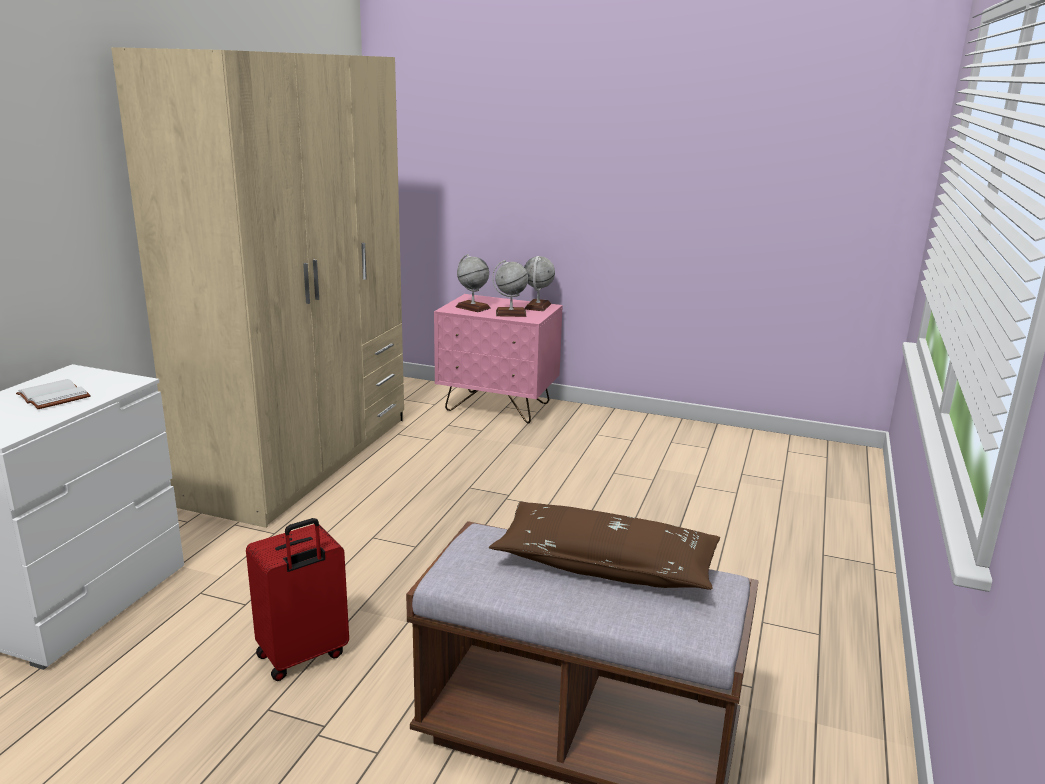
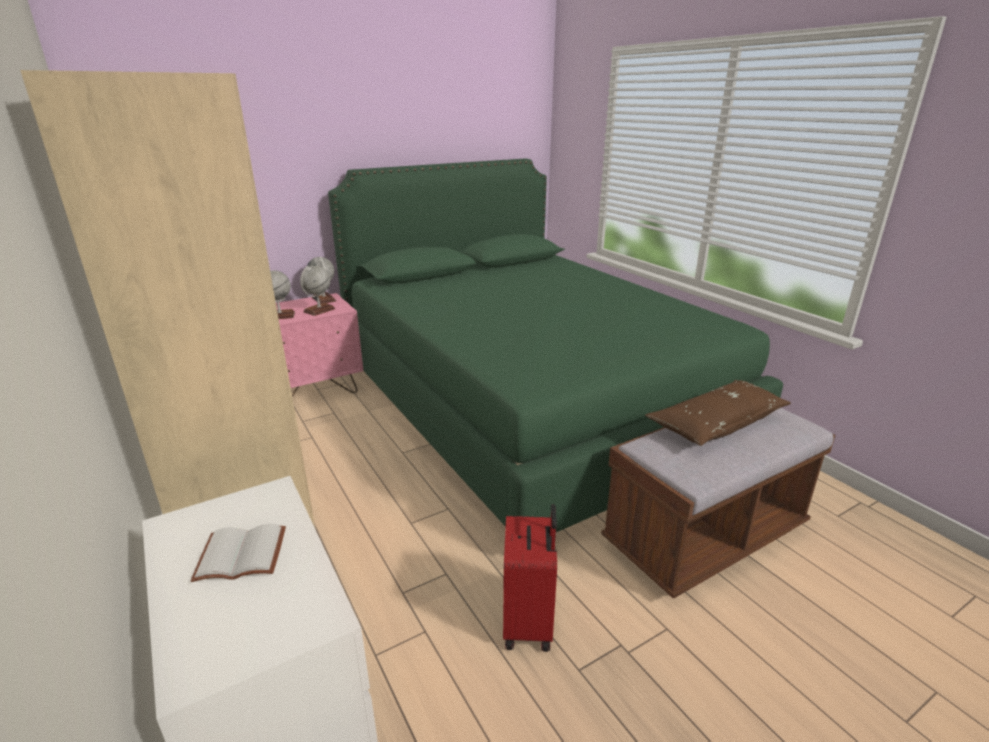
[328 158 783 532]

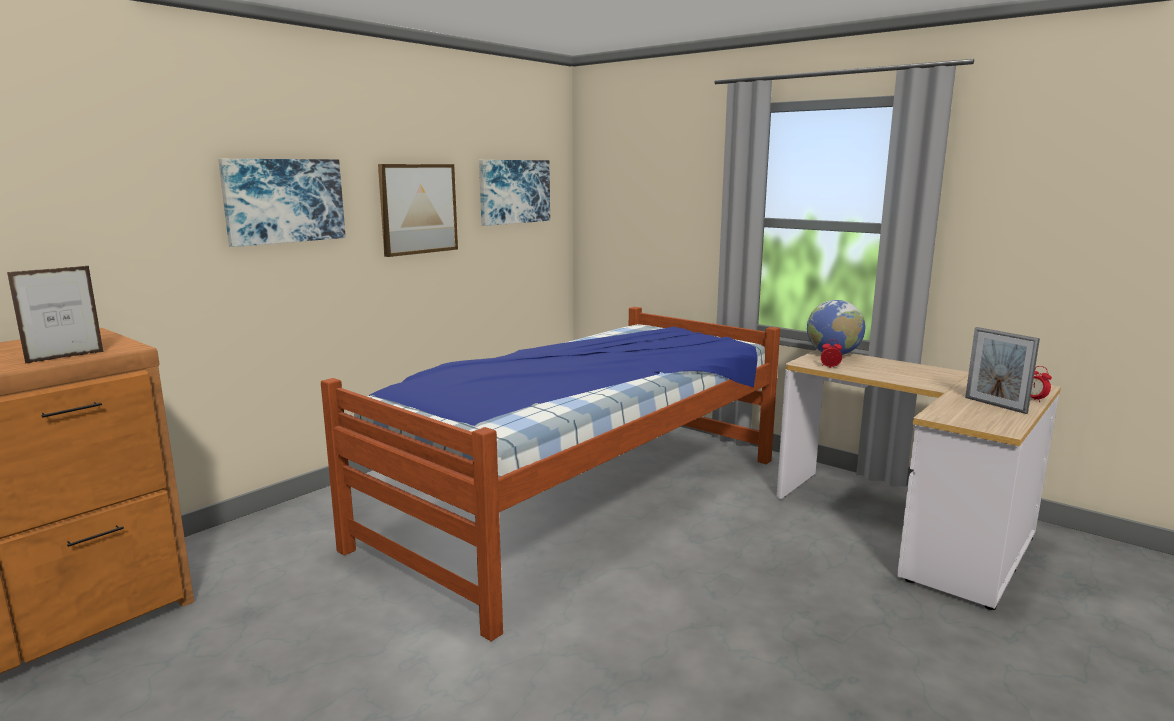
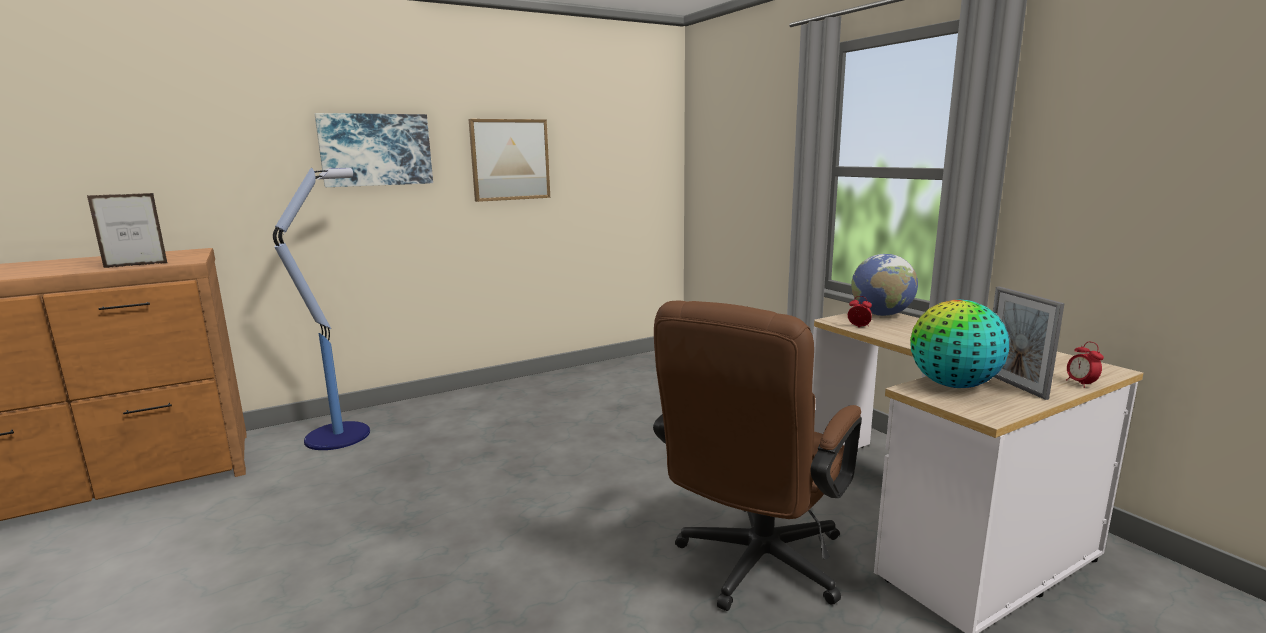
[321 307 780 641] (first image)
[479 160 550 226] (first image)
[273 168 370 450]
[653 300 862 611]
[910 300 1009 388]

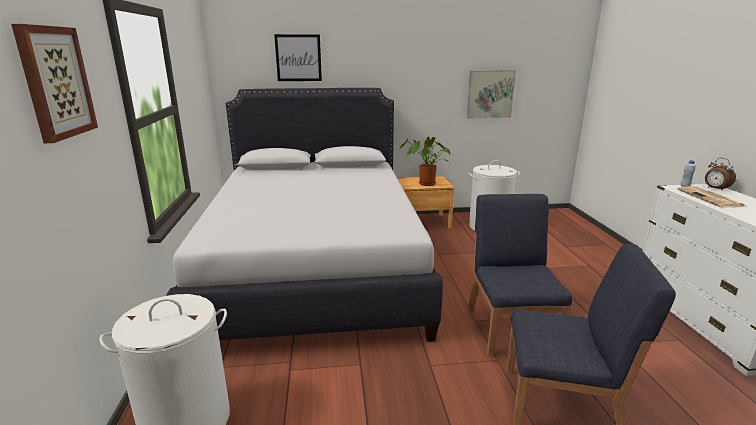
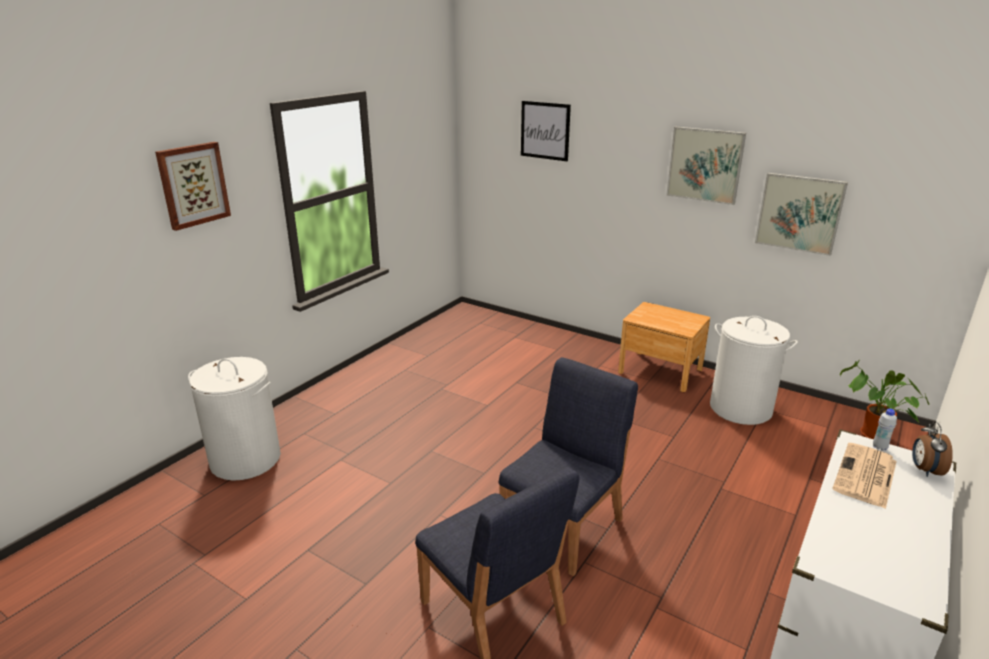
[166 88 443 342] (first image)
[840 361 929 439]
[666 127 746 205]

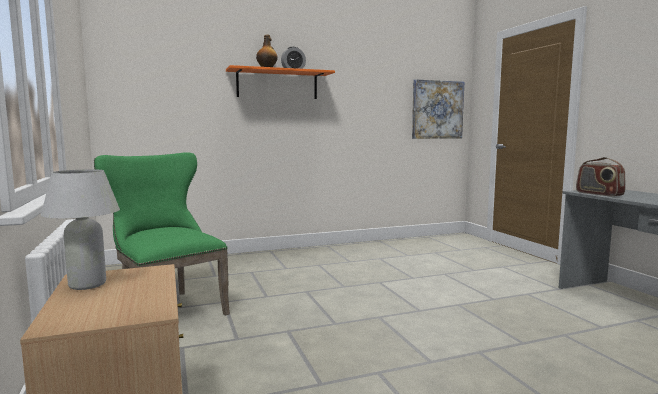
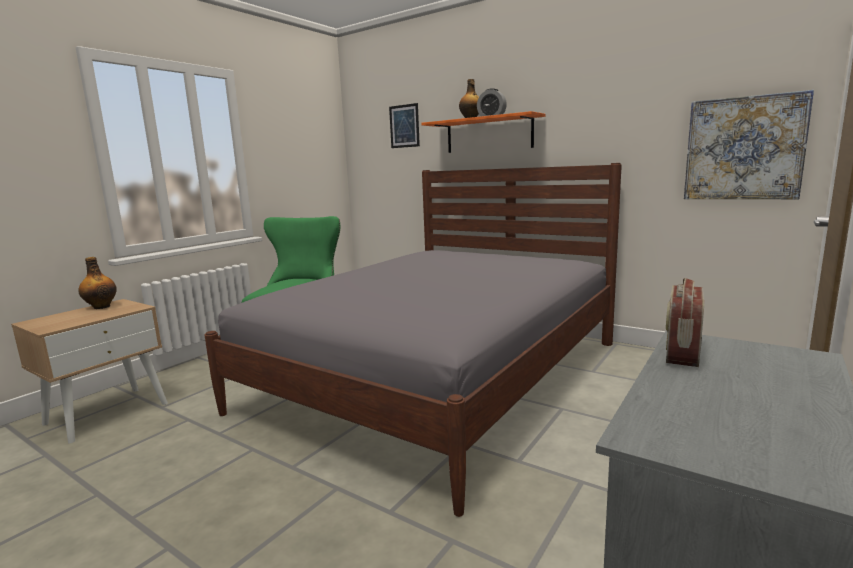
[78 257 117 309]
[205 163 622 517]
[389 103 420 148]

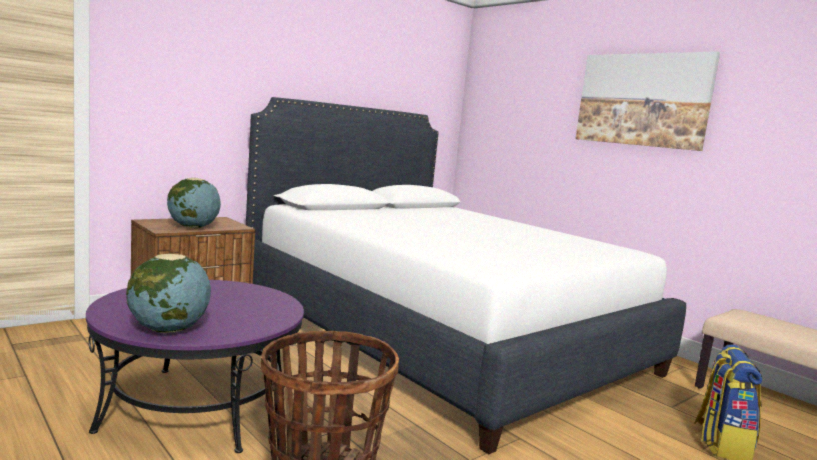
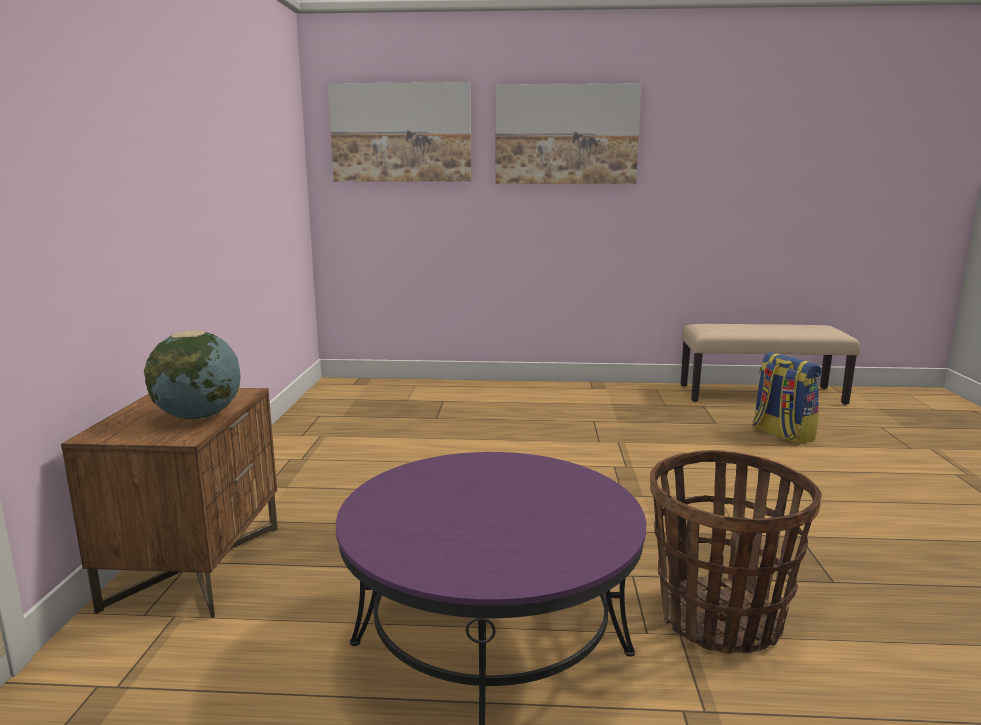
[126 253 211 333] (first image)
[246 97 686 454] (first image)
[328 82 471 182]

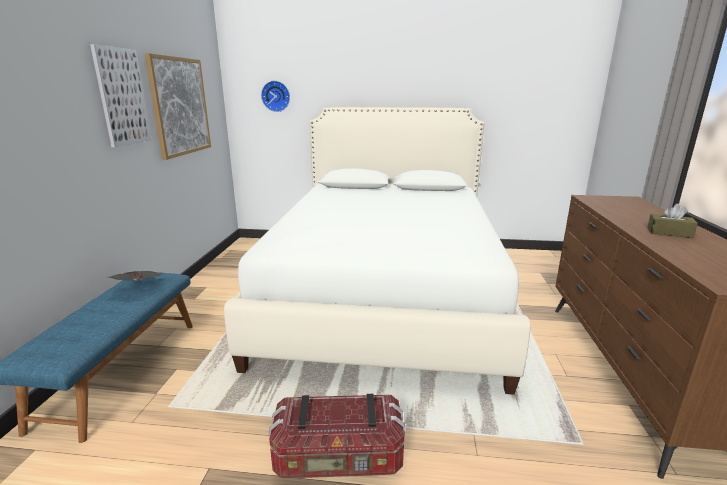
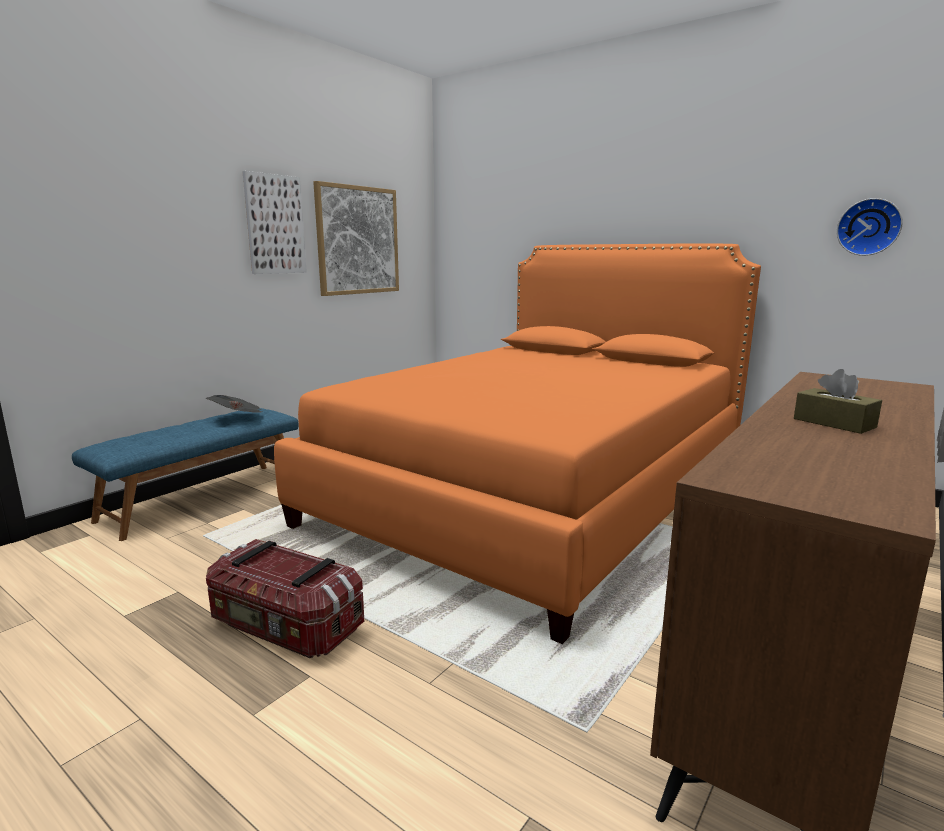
[274 244 761 644]
[837 198 903 256]

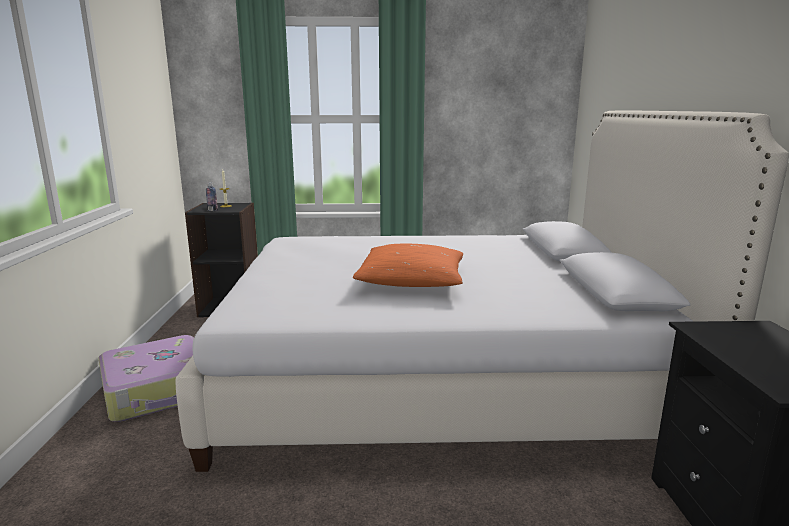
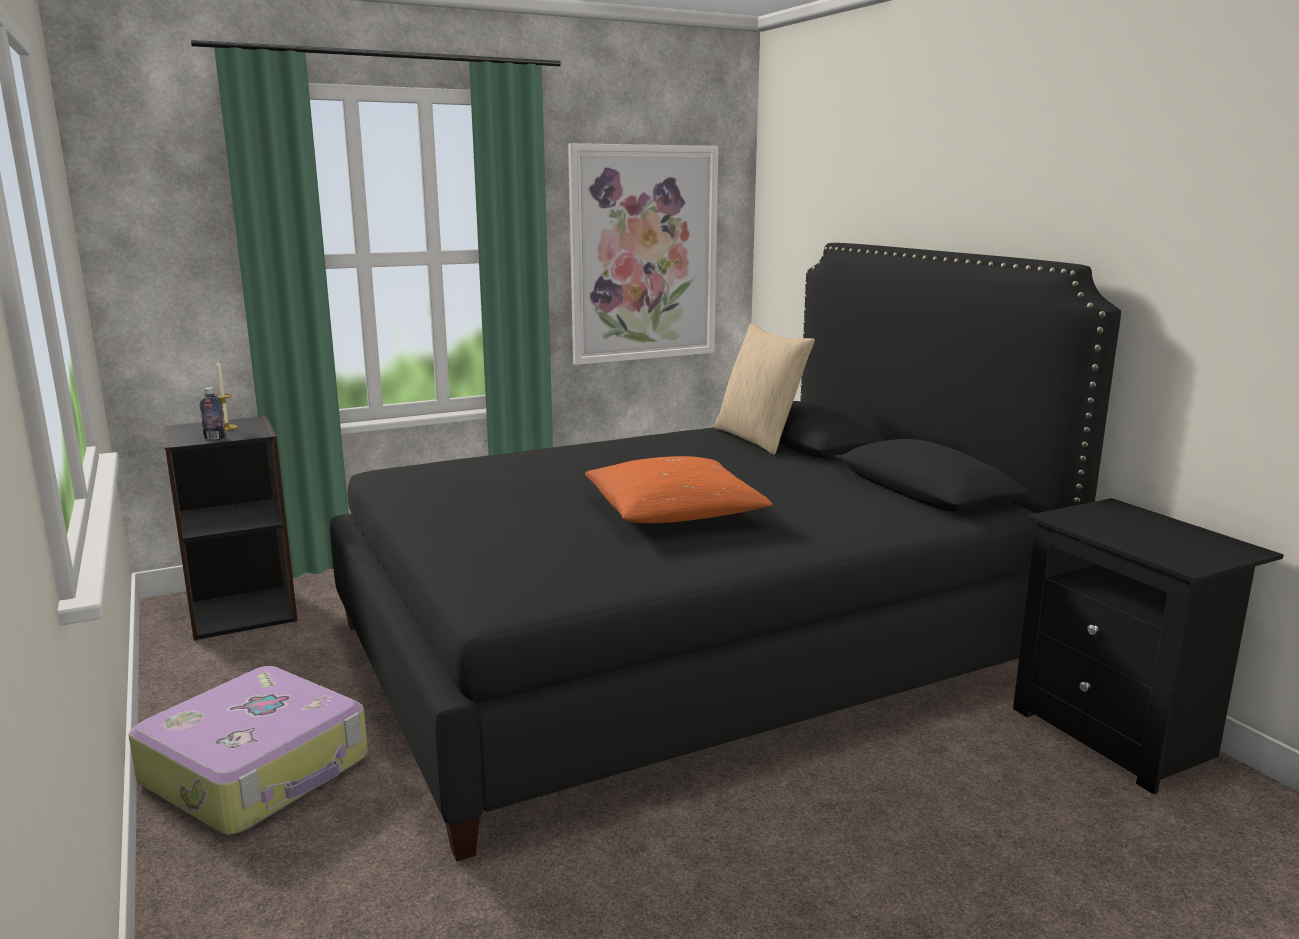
[330 243 1121 862]
[568 143 718 365]
[714 323 815 455]

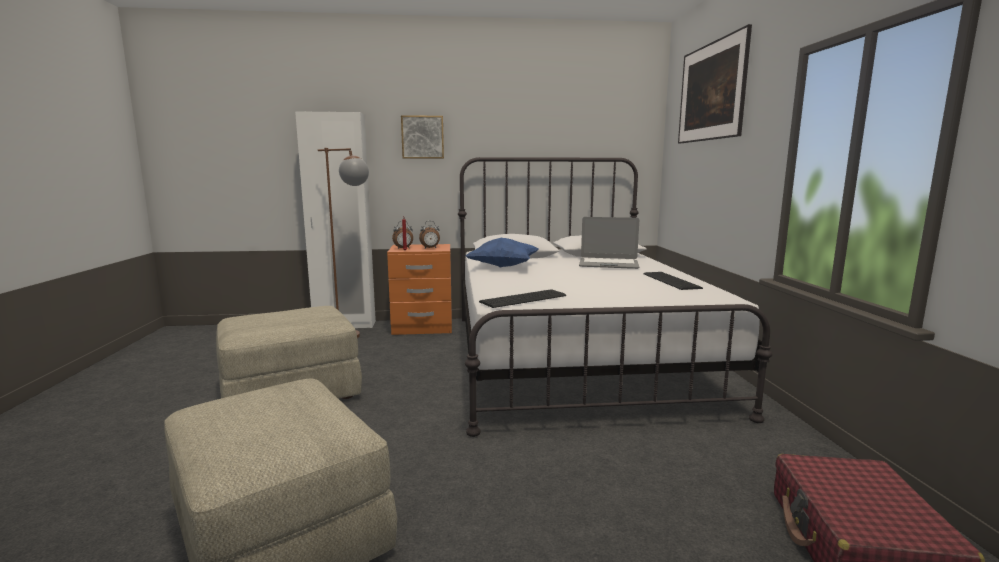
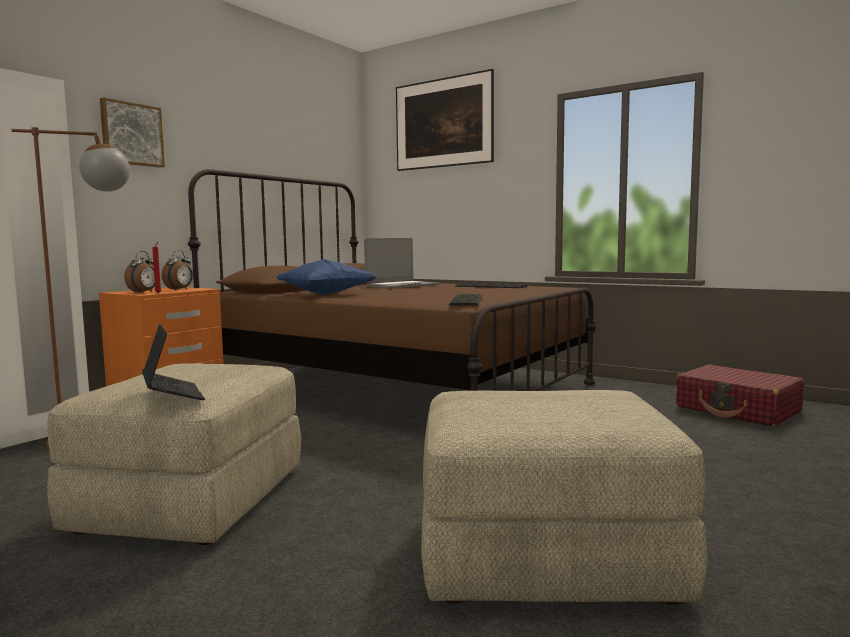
[188 169 597 391]
[142 324 205 400]

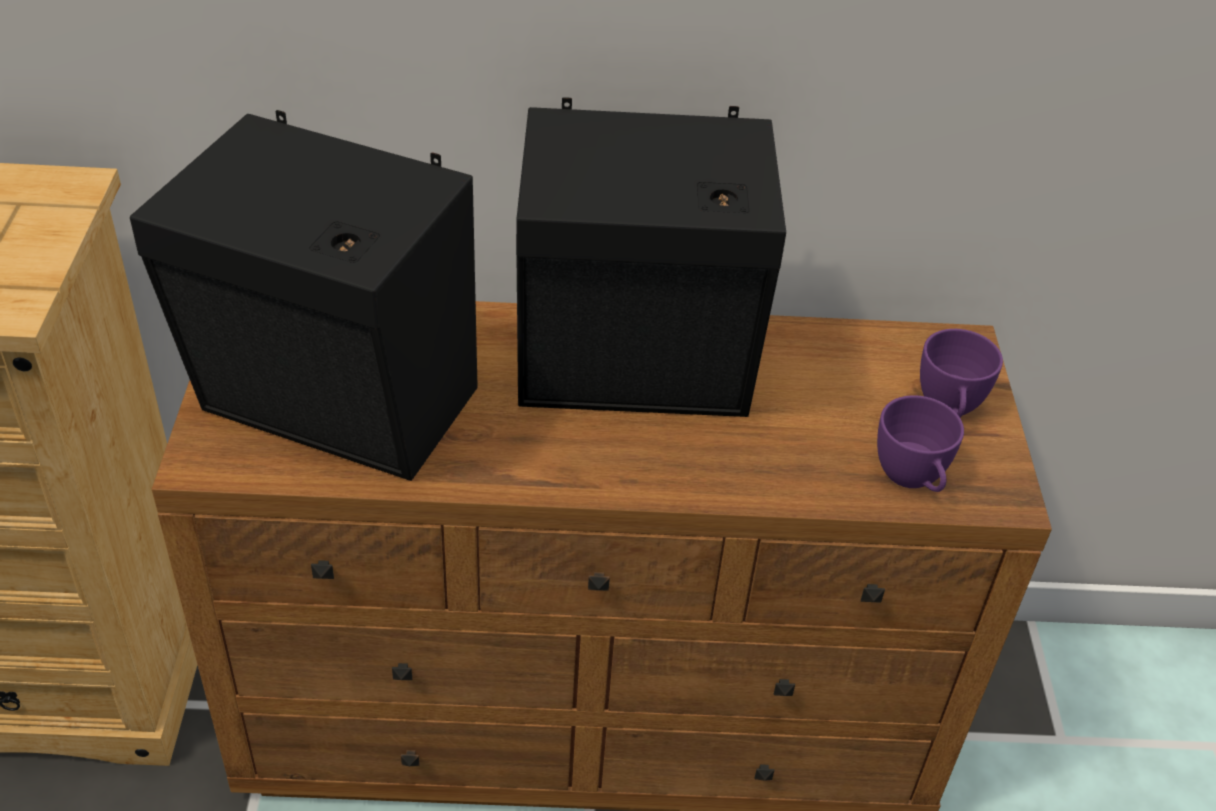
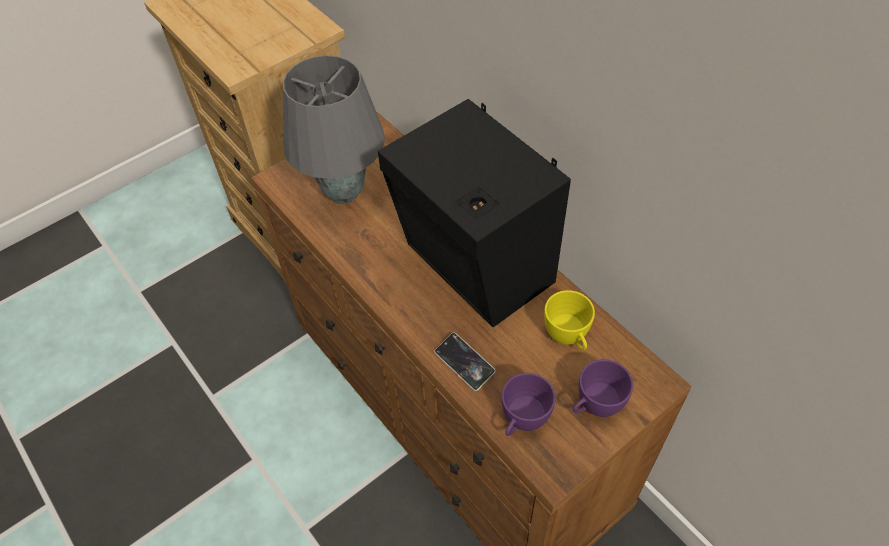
[283 55 385 204]
[434 332 496 391]
[544 290 595 350]

